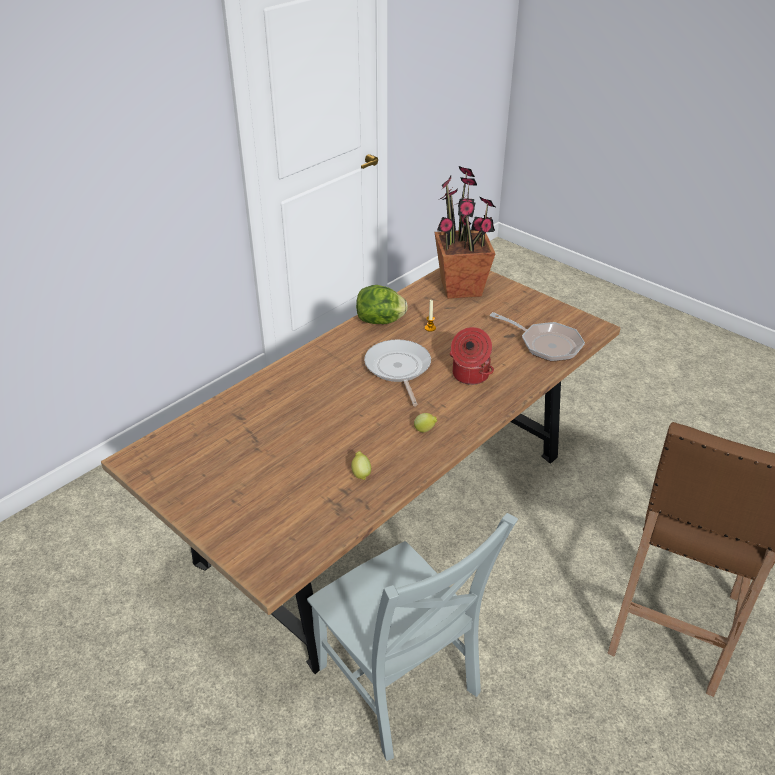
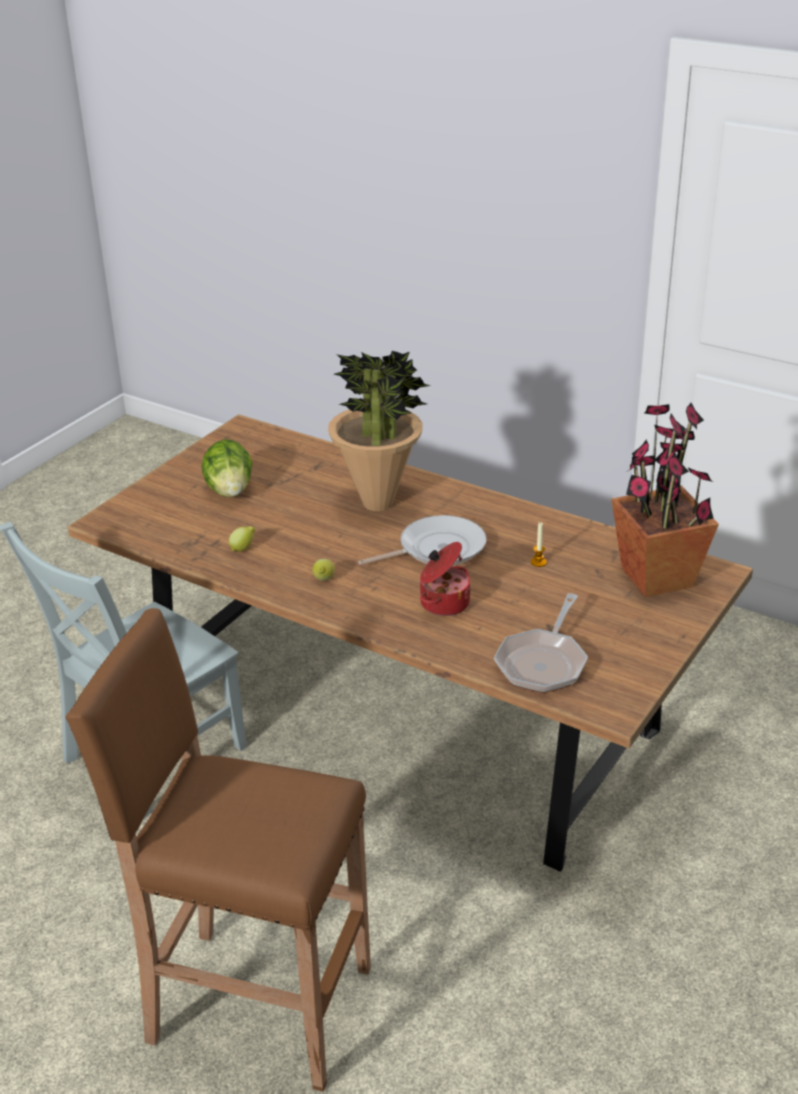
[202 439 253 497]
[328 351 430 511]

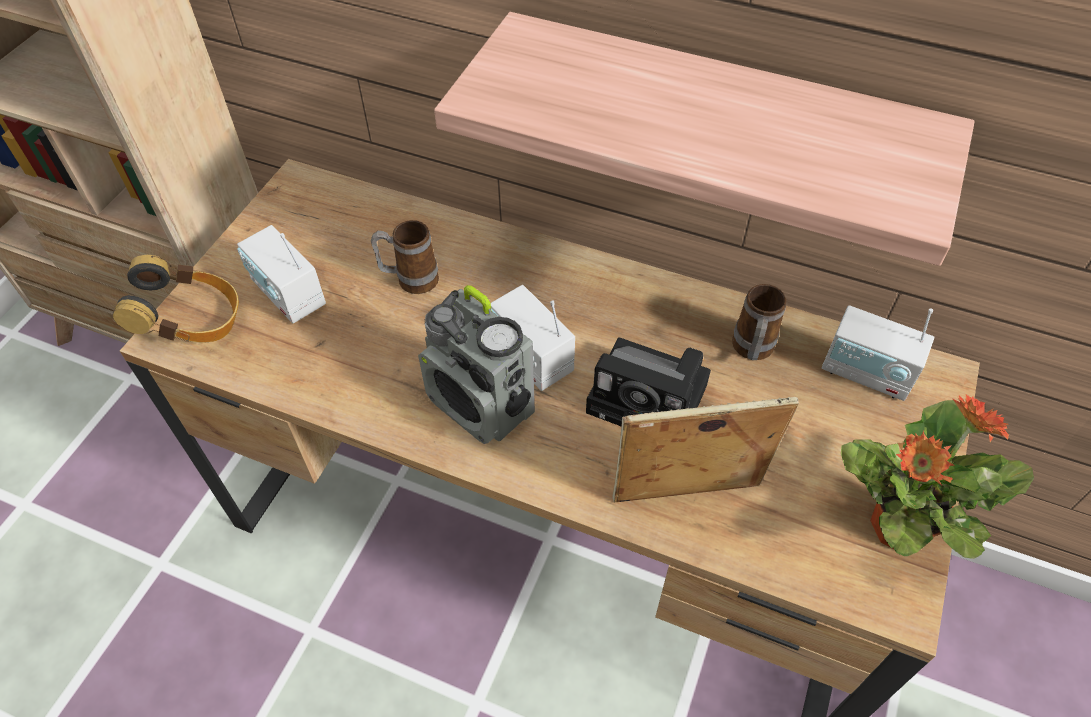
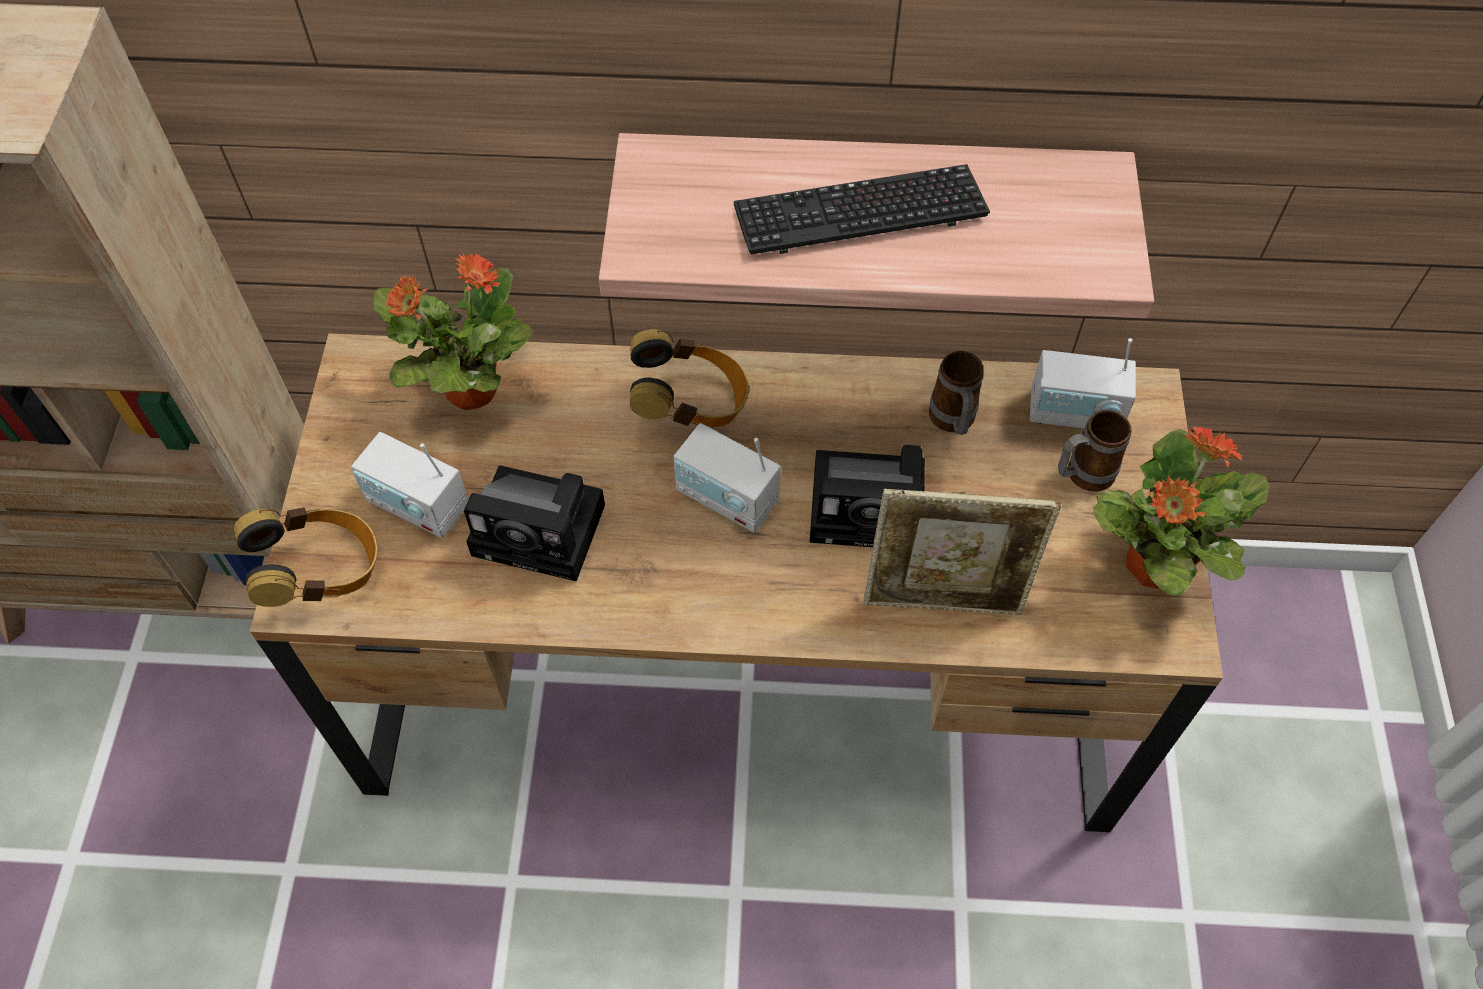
[1058 410 1131 492]
[418 285 535 444] (first image)
[864 489 1061 615]
[373 254 534 410]
[464 465 605 582]
[630 329 749 427]
[734 164 990 254]

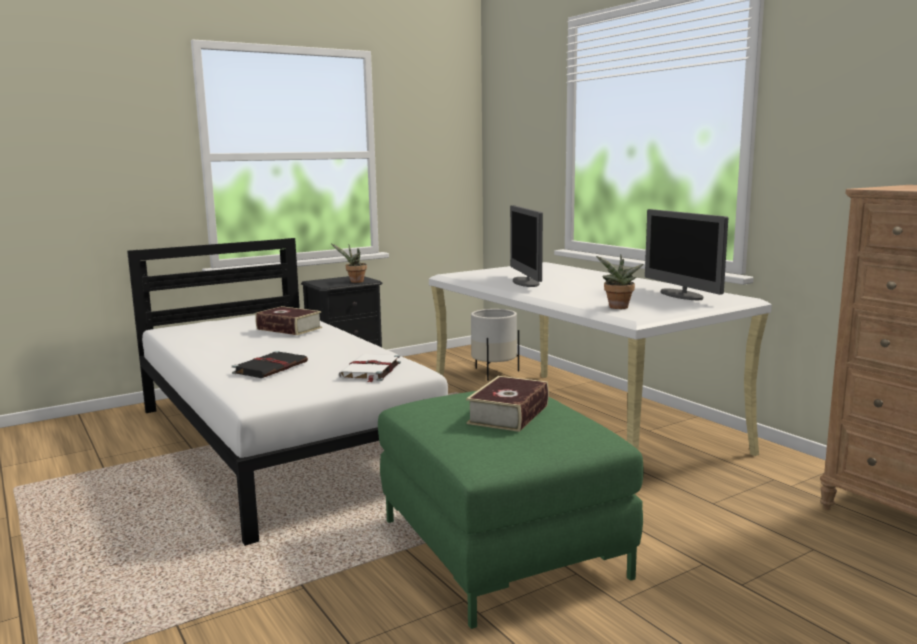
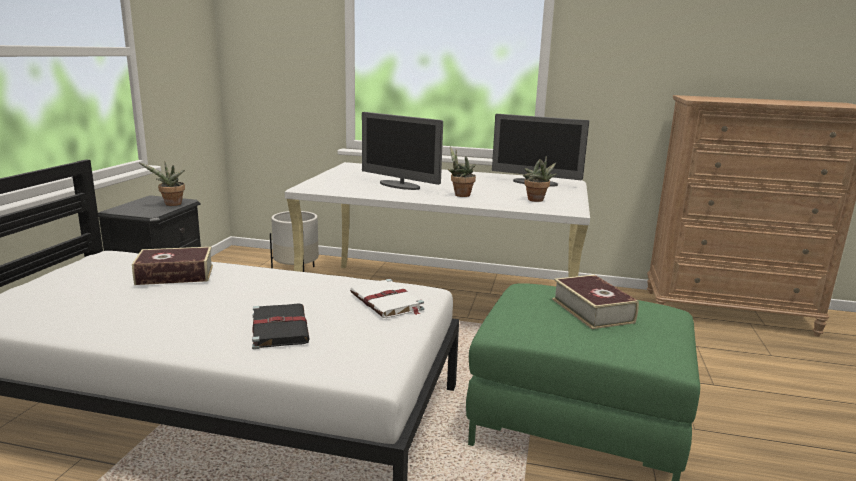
[448 146 476 197]

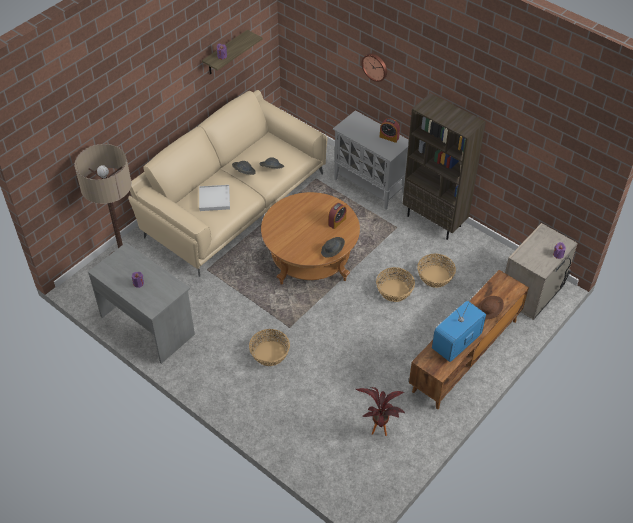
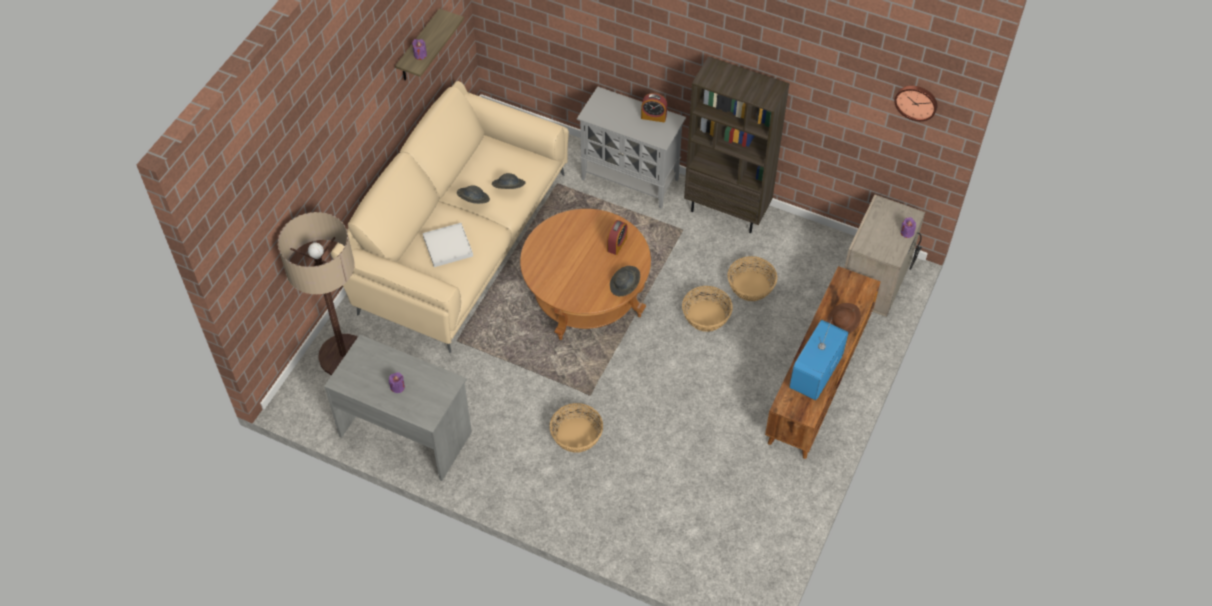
[356 387 405 436] (first image)
[894 86 937 121]

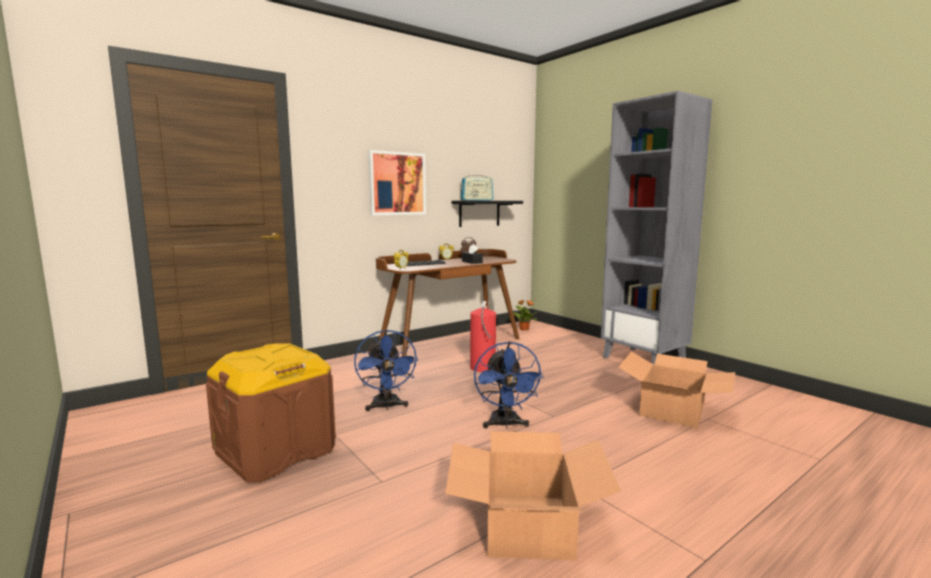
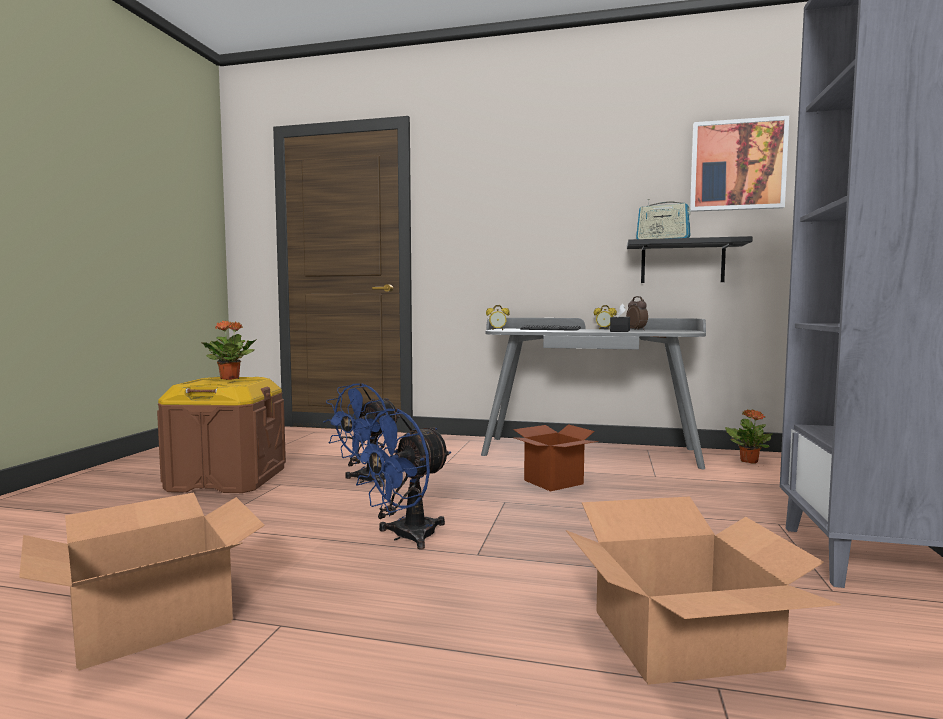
[690 116 789 212]
[481 318 706 469]
[513 424 599 492]
[201 321 257 380]

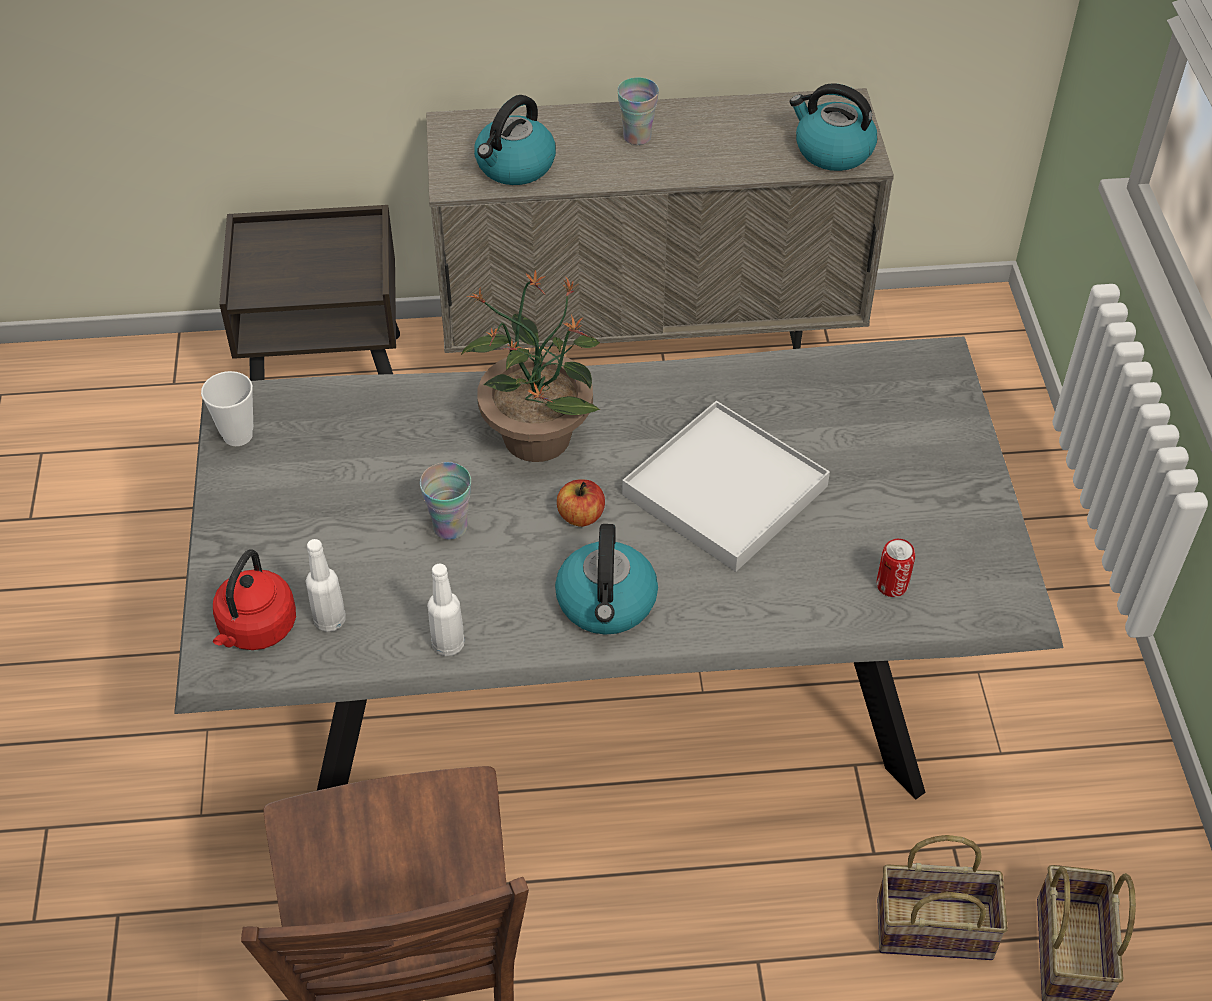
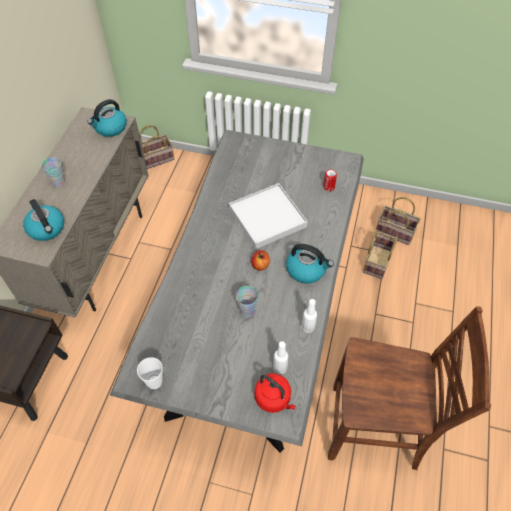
[461 270 600 462] (first image)
[139 125 174 169]

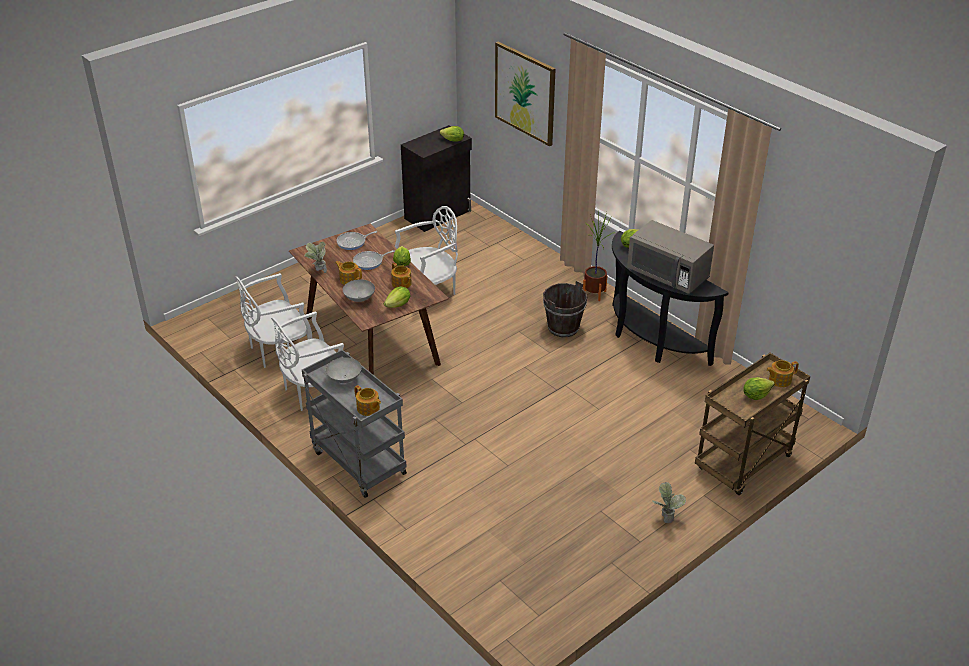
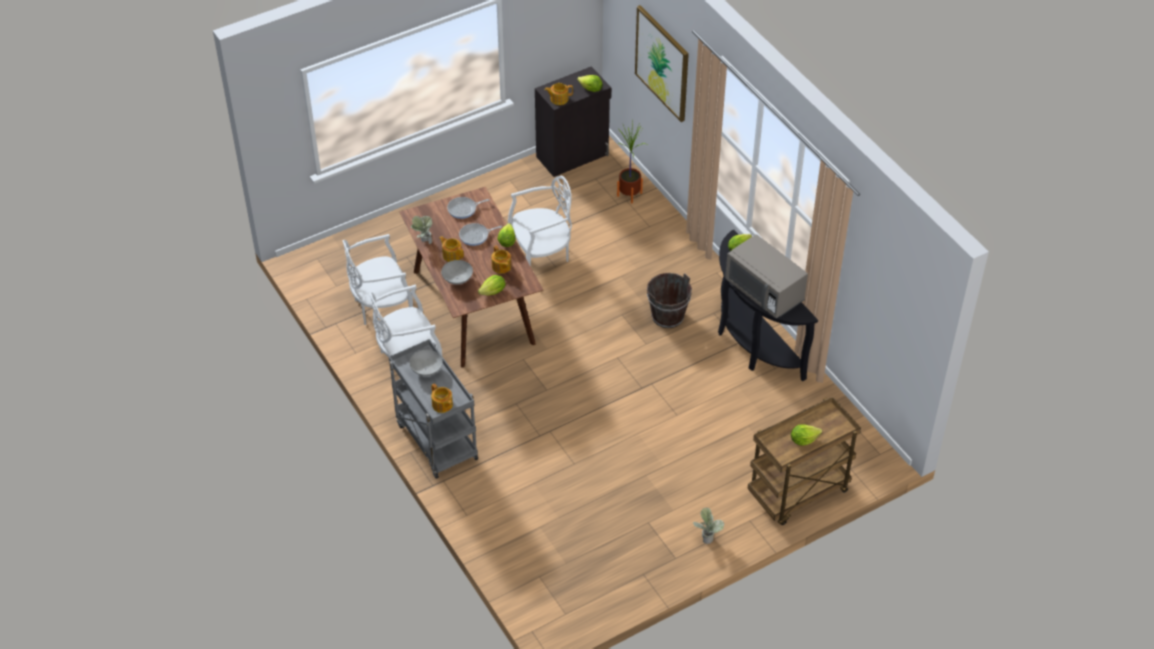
[617 119 647 204]
[545 83 573 105]

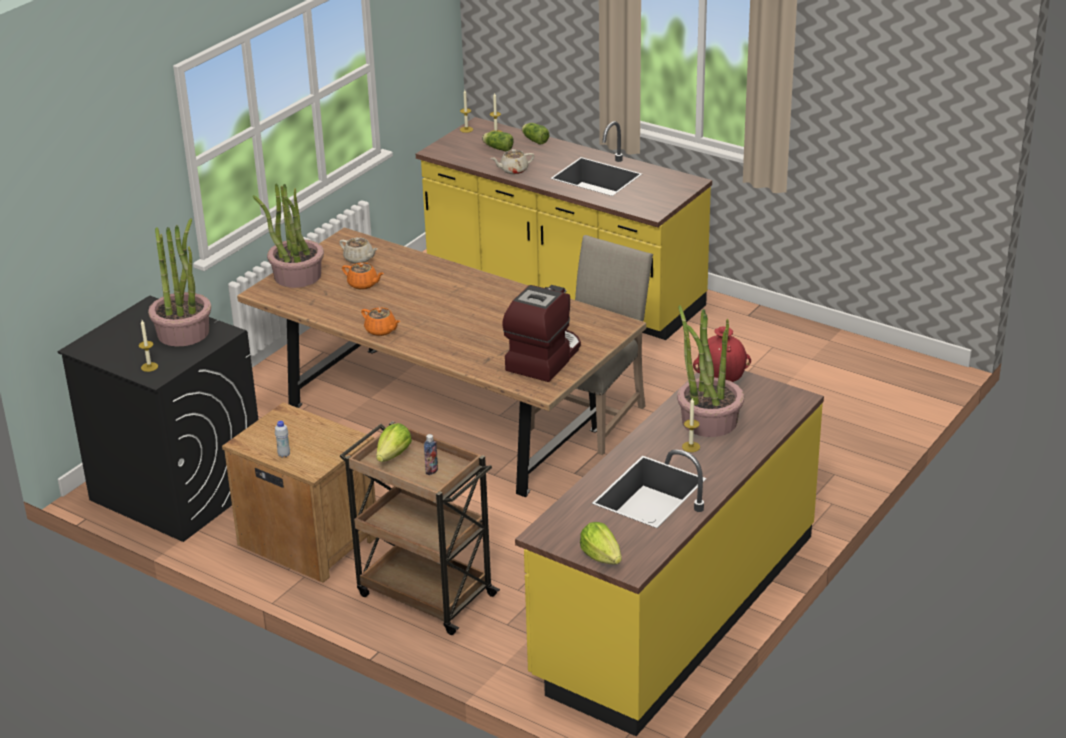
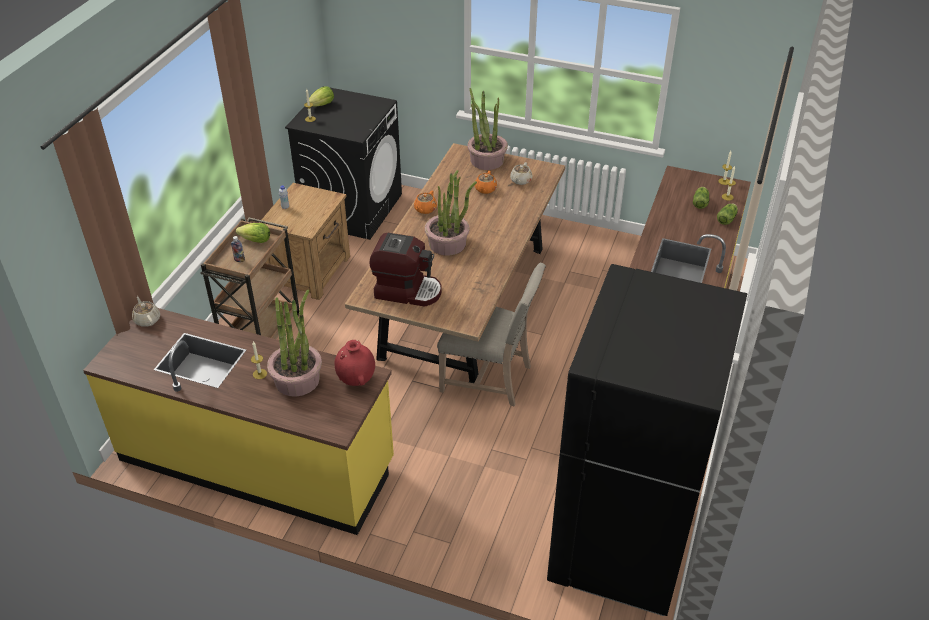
[425 170 477 255]
[132 297 160 327]
[309 86 334 106]
[547 264 748 616]

